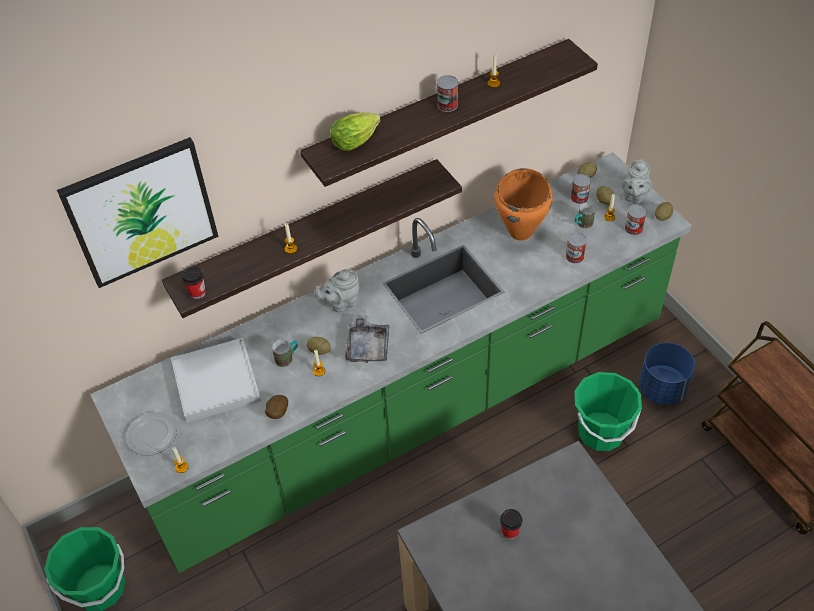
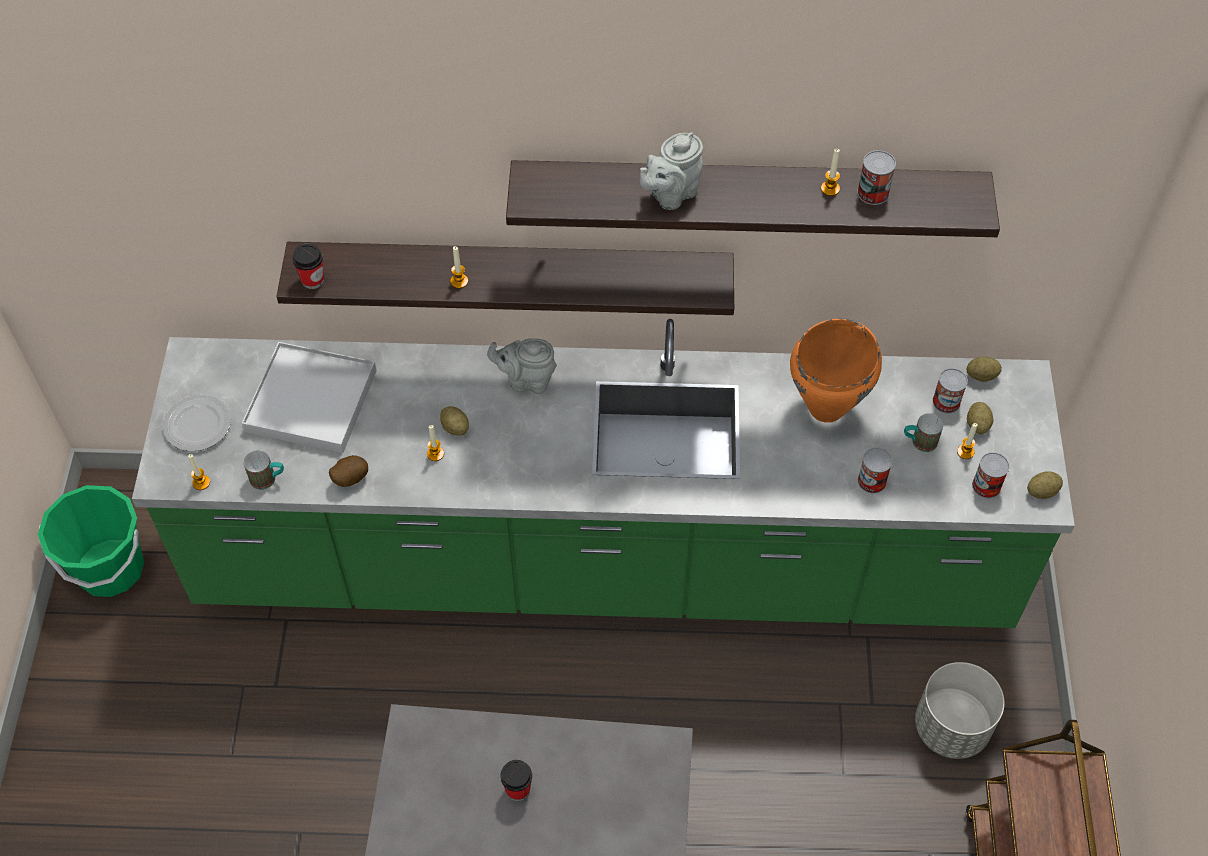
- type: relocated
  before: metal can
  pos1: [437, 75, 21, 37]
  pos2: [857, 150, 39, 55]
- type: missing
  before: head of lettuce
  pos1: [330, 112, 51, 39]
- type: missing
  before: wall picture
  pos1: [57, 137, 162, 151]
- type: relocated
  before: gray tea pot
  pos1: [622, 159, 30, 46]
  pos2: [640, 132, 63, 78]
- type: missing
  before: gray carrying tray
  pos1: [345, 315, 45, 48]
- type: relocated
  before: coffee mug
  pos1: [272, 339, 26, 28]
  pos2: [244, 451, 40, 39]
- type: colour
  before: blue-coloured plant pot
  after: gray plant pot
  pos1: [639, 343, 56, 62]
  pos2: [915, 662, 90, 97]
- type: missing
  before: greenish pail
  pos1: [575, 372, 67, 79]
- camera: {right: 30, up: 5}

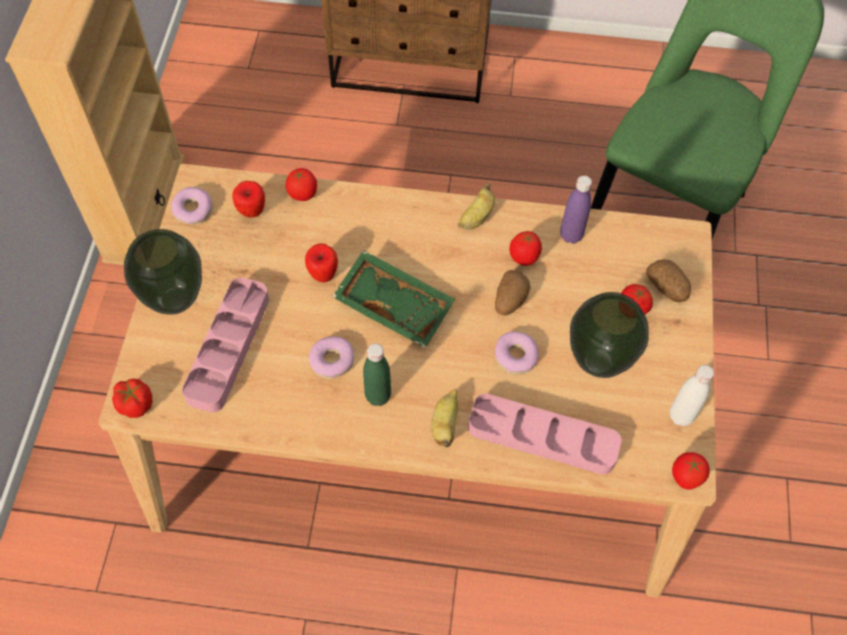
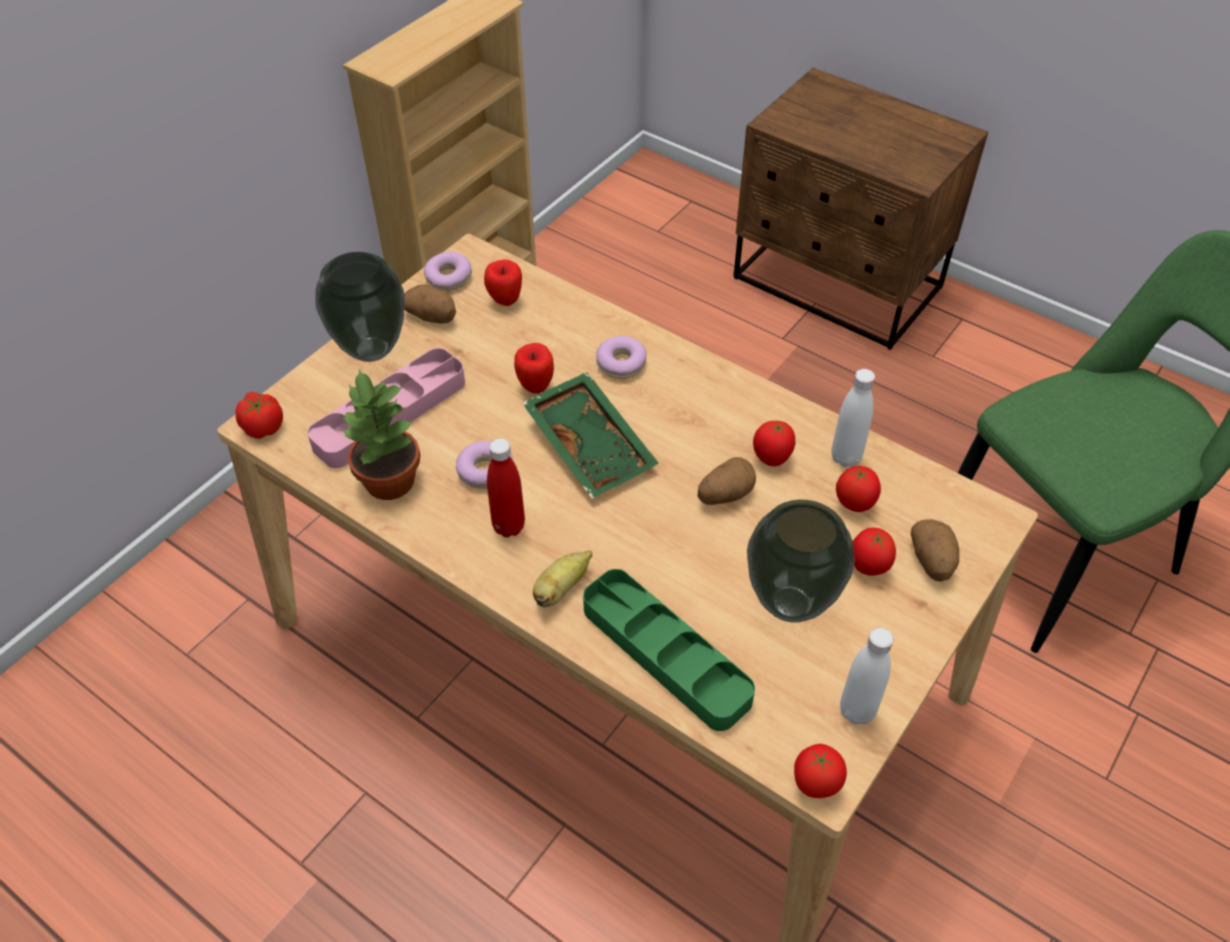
- type: relocated
  before: tomato
  pos1: [286, 168, 31, 33]
  pos2: [836, 466, 45, 46]
- type: colour
  before: purple bottle
  after: white bottle
  pos1: [560, 175, 32, 69]
  pos2: [831, 369, 44, 98]
- type: missing
  before: banana fruit
  pos1: [458, 183, 37, 46]
- type: relocated
  before: donut
  pos1: [495, 332, 43, 42]
  pos2: [596, 336, 50, 43]
- type: colour
  before: greenish bottle
  after: red bottle
  pos1: [363, 343, 28, 63]
  pos2: [487, 438, 38, 99]
- type: colour
  before: pinkish carrying tray
  after: greenish carrying tray
  pos1: [468, 393, 154, 82]
  pos2: [583, 569, 172, 162]
- type: appeared
  after: whole potato
  pos2: [404, 285, 52, 39]
- type: appeared
  after: houseplant
  pos2: [340, 370, 80, 130]
- camera: {right: 30, up: -10}

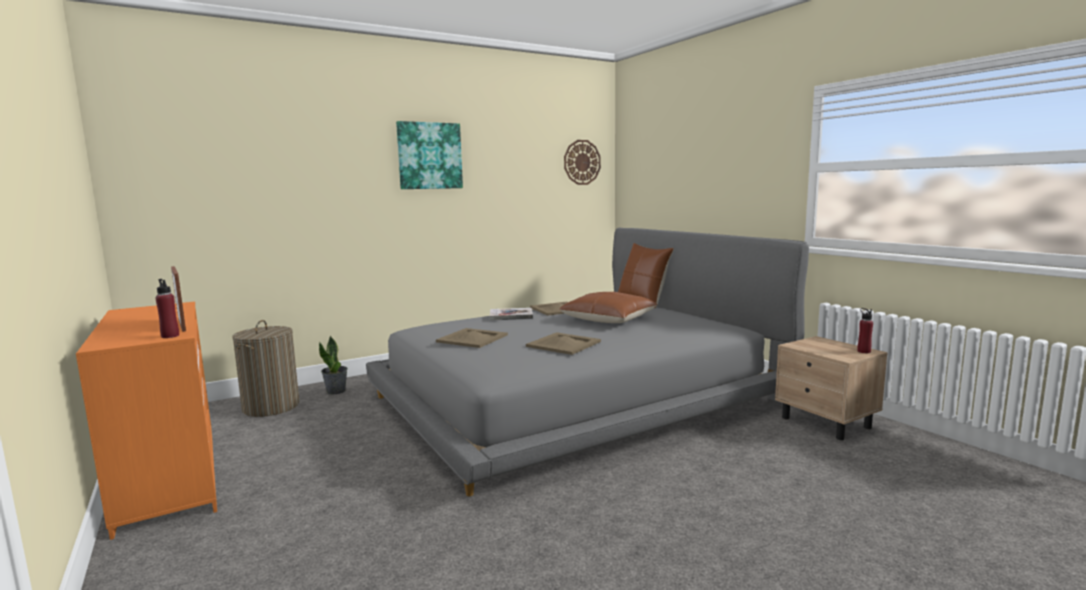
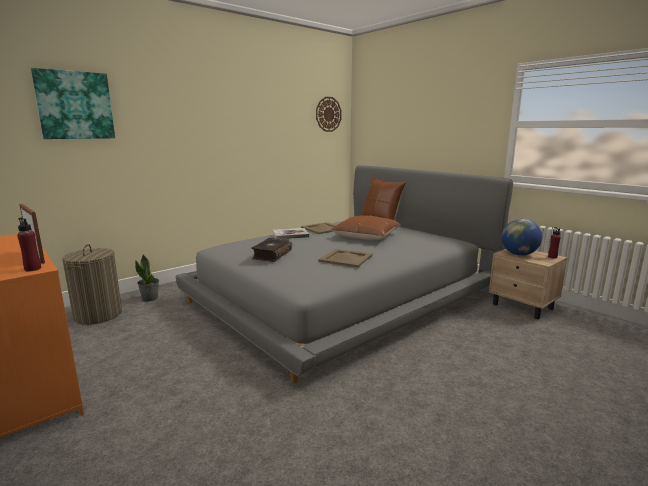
- type: relocated
  before: wall picture
  pos1: [396, 121, 67, 68]
  pos2: [31, 68, 84, 71]
- type: exchanged
  before: sand-coloured carrying tray
  after: bound book
  pos1: [436, 328, 72, 20]
  pos2: [252, 238, 40, 24]
- type: appeared
  after: world globe
  pos2: [502, 219, 40, 36]
- camera: {right: -10, up: 5}

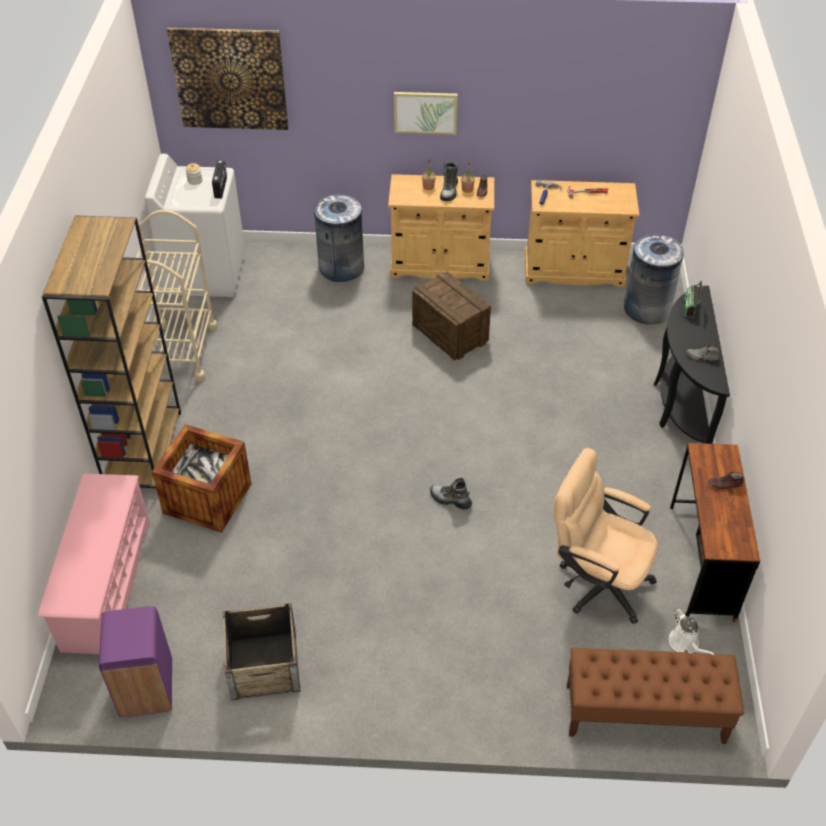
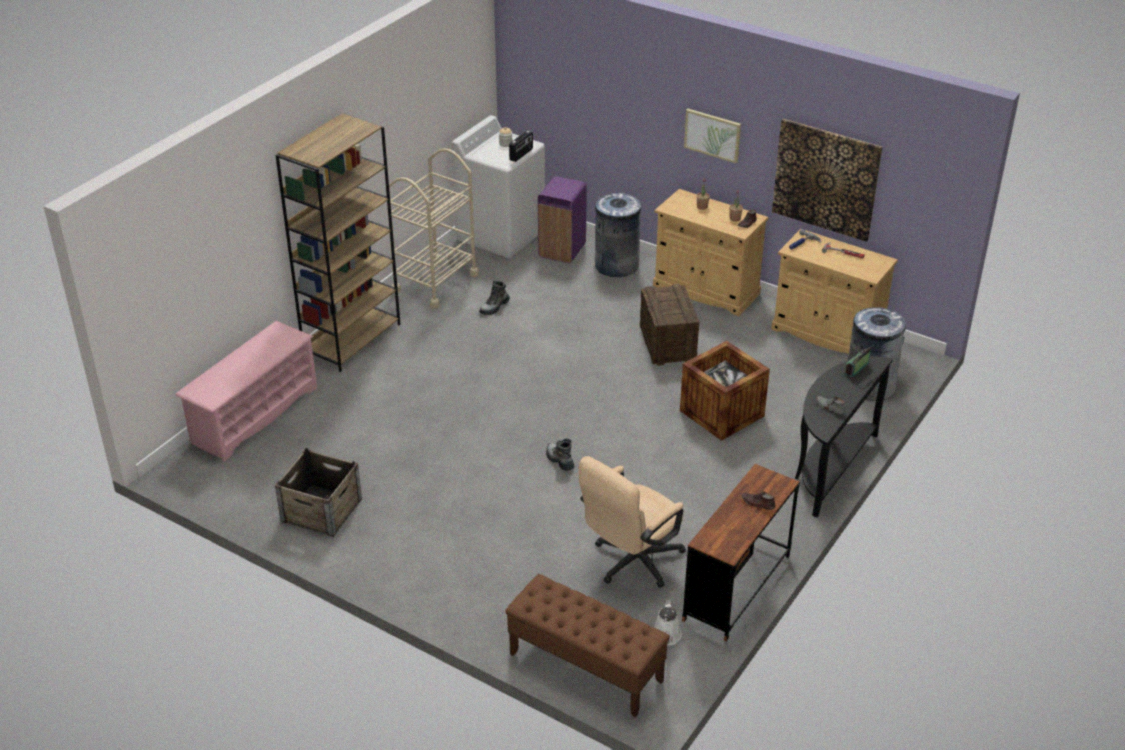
- type: relocated
  before: wall picture
  pos1: [167, 28, 121, 102]
  pos2: [772, 119, 110, 123]
- type: relocated
  before: boot
  pos1: [440, 162, 18, 39]
  pos2: [479, 281, 31, 34]
- type: relocated
  before: packing crate
  pos1: [152, 424, 100, 109]
  pos2: [680, 341, 90, 100]
- type: spun
  before: sand-coloured computer chair
  pos1: [553, 448, 105, 176]
  pos2: [579, 456, 107, 132]
  turn: -105
- type: relocated
  before: purple waste bin
  pos1: [99, 606, 73, 111]
  pos2: [538, 176, 49, 87]
- camera: {right: 30, up: -10}

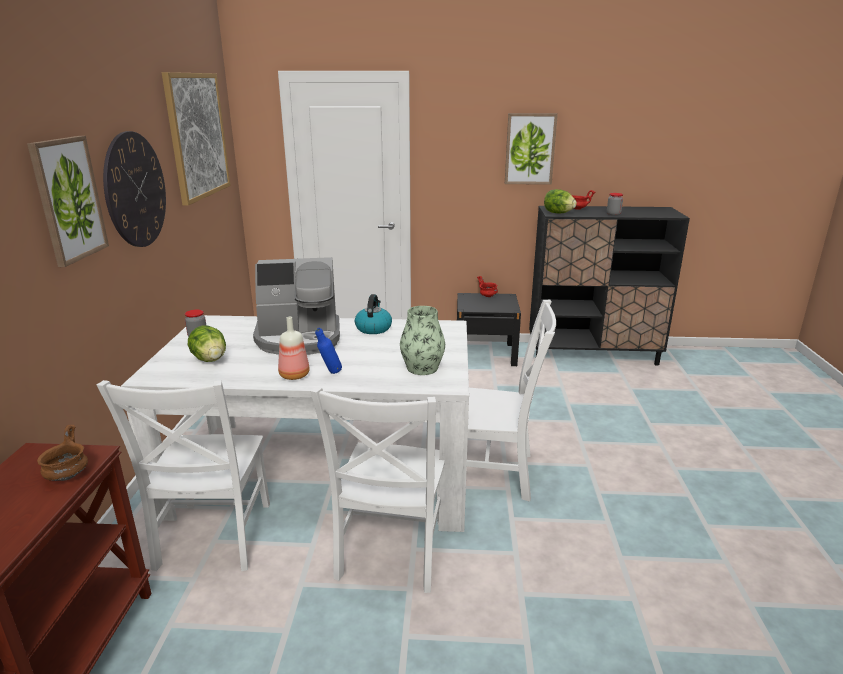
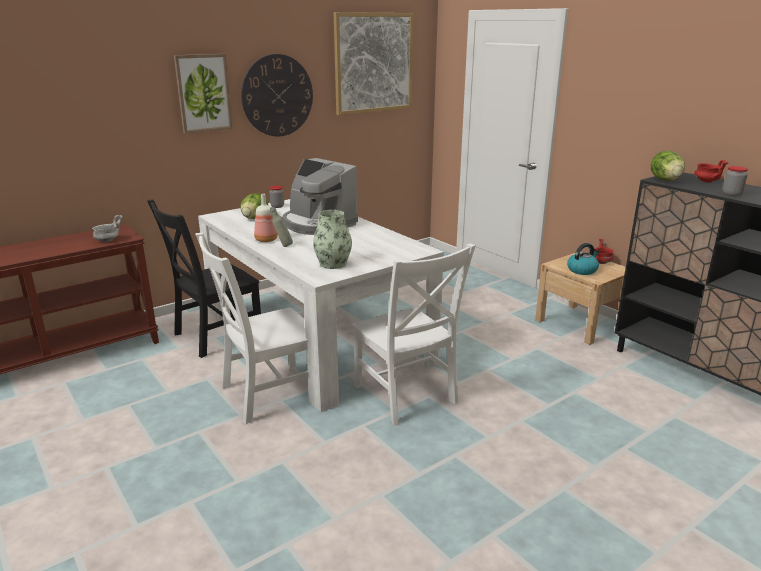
- type: missing
  before: wall picture
  pos1: [505, 113, 53, 72]
- type: colour
  before: blackish nightstand
  after: sand-coloured nightstand
  pos1: [457, 293, 64, 73]
  pos2: [535, 253, 91, 92]
- type: relocated
  before: kettle
  pos1: [355, 294, 37, 40]
  pos2: [567, 243, 32, 32]
- type: colour
  before: blue-coloured bottle
  after: gray bottle
  pos1: [315, 328, 27, 46]
  pos2: [270, 207, 23, 40]
- type: colour
  before: white chair
  after: blackish chair
  pos1: [97, 380, 173, 191]
  pos2: [147, 200, 114, 158]
- type: colour
  before: brown-coloured serving bowl
  after: gray serving bowl
  pos1: [37, 425, 51, 56]
  pos2: [92, 215, 31, 27]
- camera: {right: 50, up: 0}

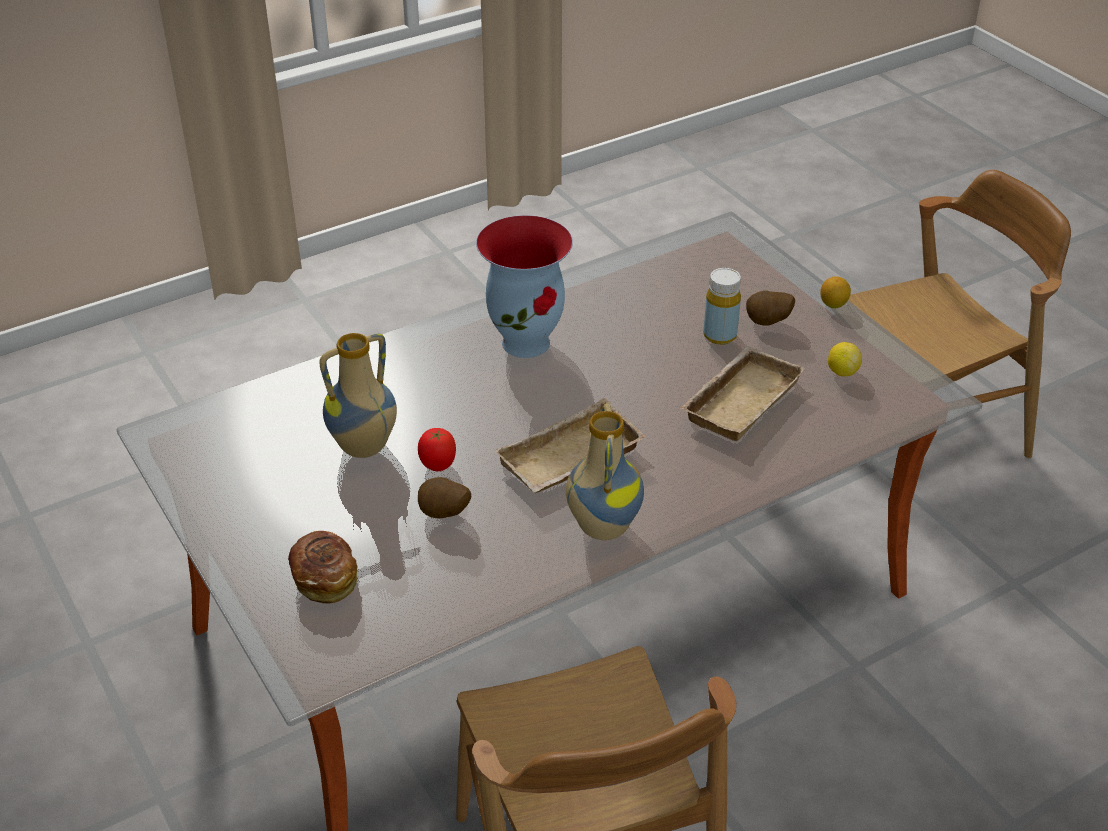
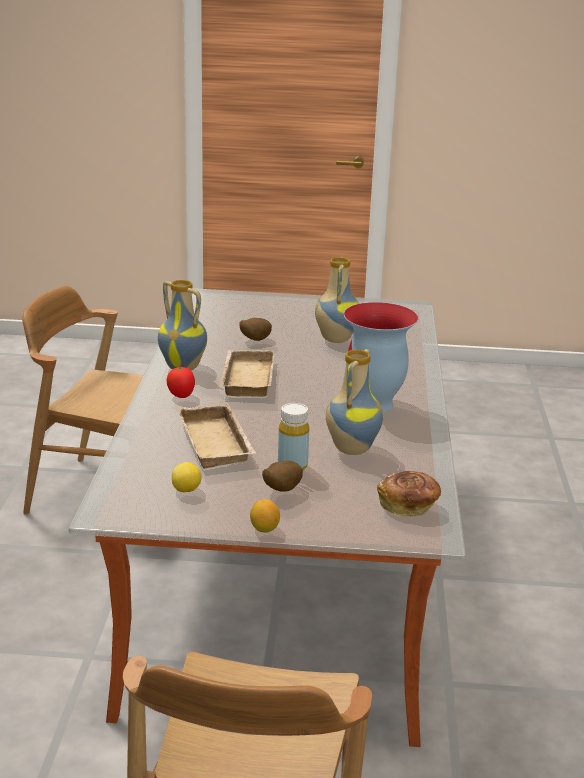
- type: relocated
  before: tomato
  pos1: [418, 428, 38, 43]
  pos2: [167, 367, 28, 31]
- type: relocated
  before: bakery bread
  pos1: [288, 531, 71, 73]
  pos2: [377, 471, 64, 46]
- type: appeared
  after: decorative vase
  pos2: [326, 349, 57, 106]
- camera: {right: 125, up: -15}

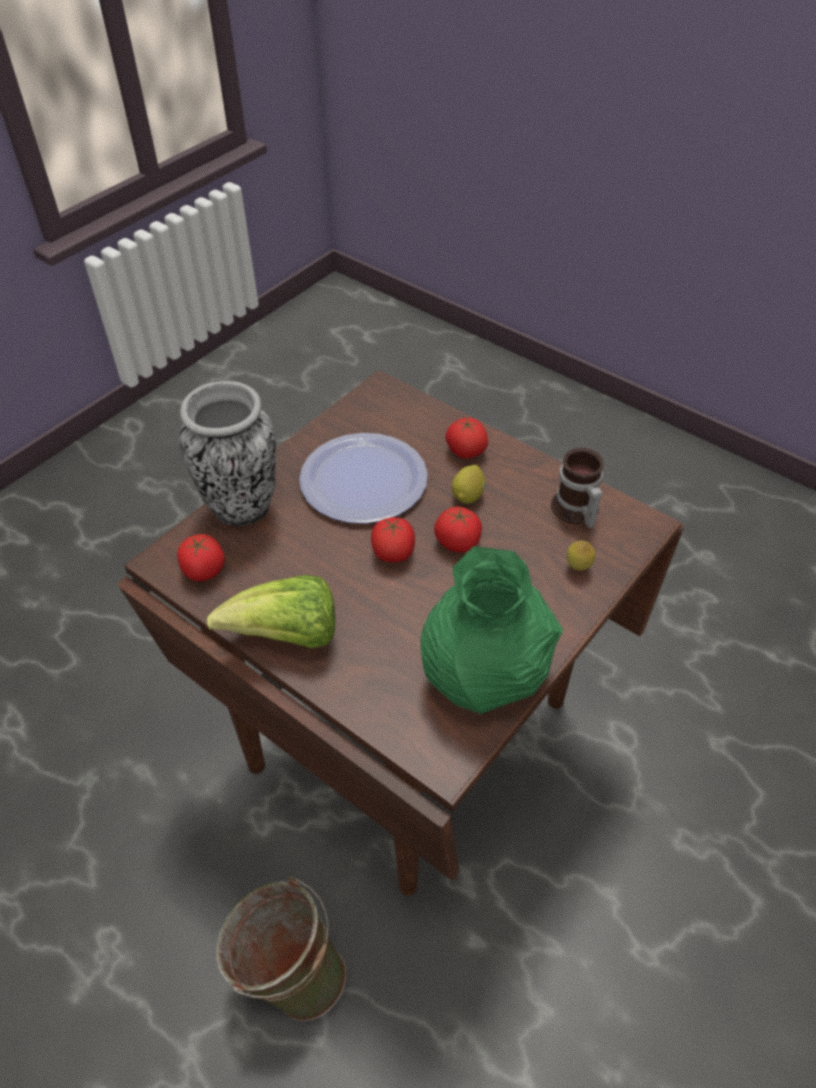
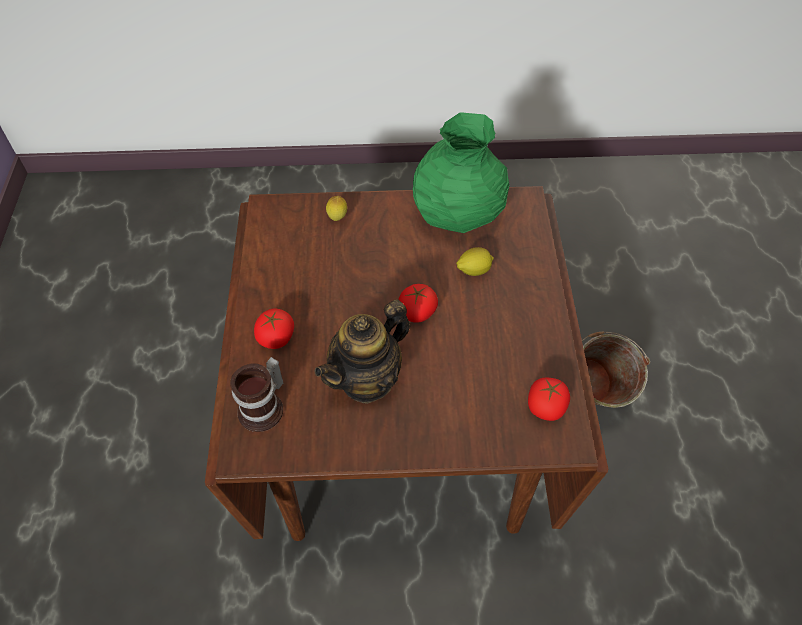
- type: missing
  before: decorative vase
  pos1: [179, 381, 97, 145]
- type: exchanged
  before: dinner plate
  after: tea pot
  pos1: [299, 433, 129, 91]
  pos2: [314, 300, 96, 104]
- type: relocated
  before: coffee mug
  pos1: [551, 448, 53, 80]
  pos2: [230, 357, 53, 75]
- type: relocated
  before: citrus fruit
  pos1: [452, 465, 34, 39]
  pos2: [456, 247, 38, 29]
- type: missing
  before: tomato
  pos1: [434, 507, 48, 45]
- type: missing
  before: head of lettuce
  pos1: [206, 575, 129, 73]
- camera: {right: -130, up: 5}

